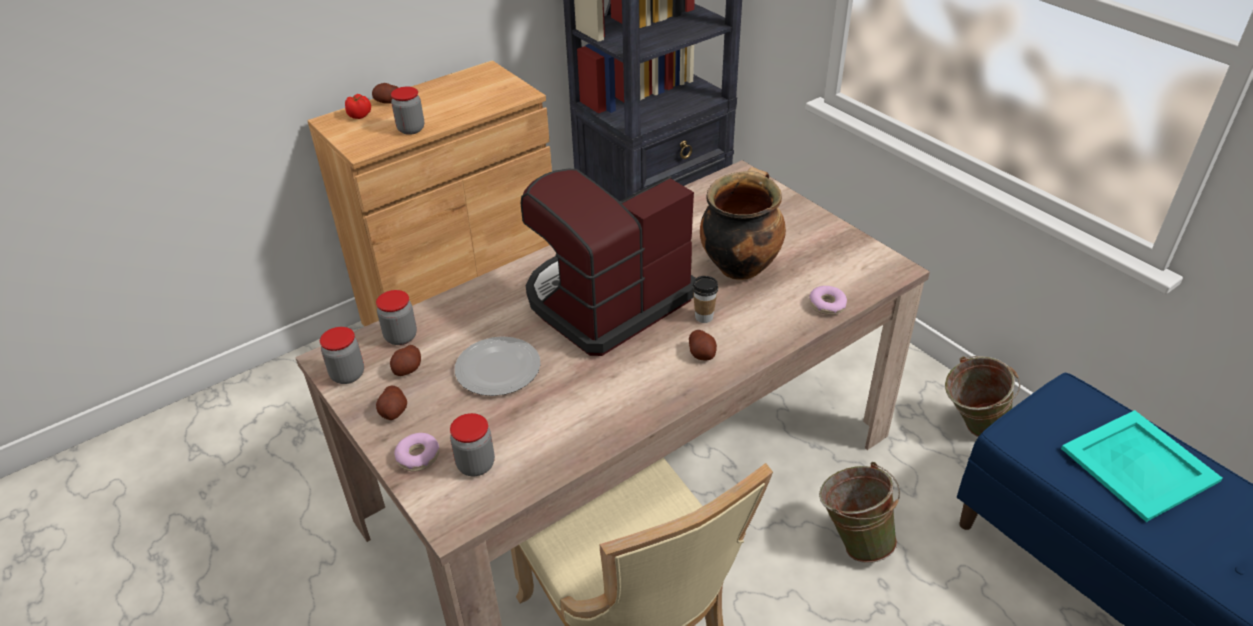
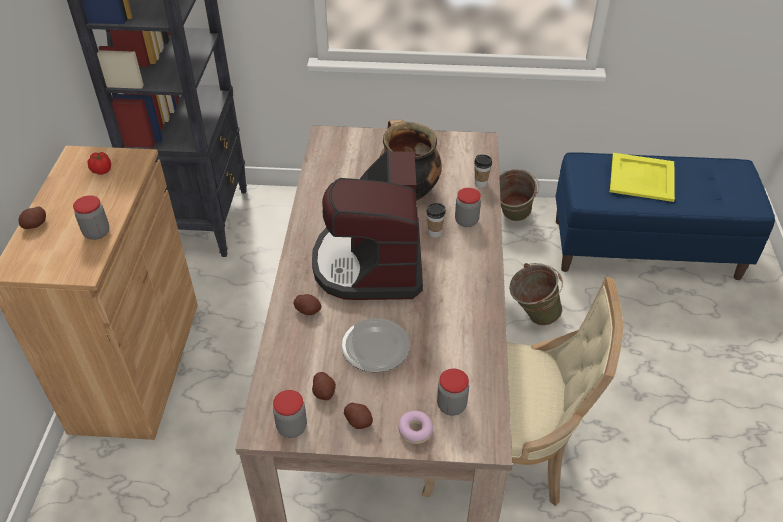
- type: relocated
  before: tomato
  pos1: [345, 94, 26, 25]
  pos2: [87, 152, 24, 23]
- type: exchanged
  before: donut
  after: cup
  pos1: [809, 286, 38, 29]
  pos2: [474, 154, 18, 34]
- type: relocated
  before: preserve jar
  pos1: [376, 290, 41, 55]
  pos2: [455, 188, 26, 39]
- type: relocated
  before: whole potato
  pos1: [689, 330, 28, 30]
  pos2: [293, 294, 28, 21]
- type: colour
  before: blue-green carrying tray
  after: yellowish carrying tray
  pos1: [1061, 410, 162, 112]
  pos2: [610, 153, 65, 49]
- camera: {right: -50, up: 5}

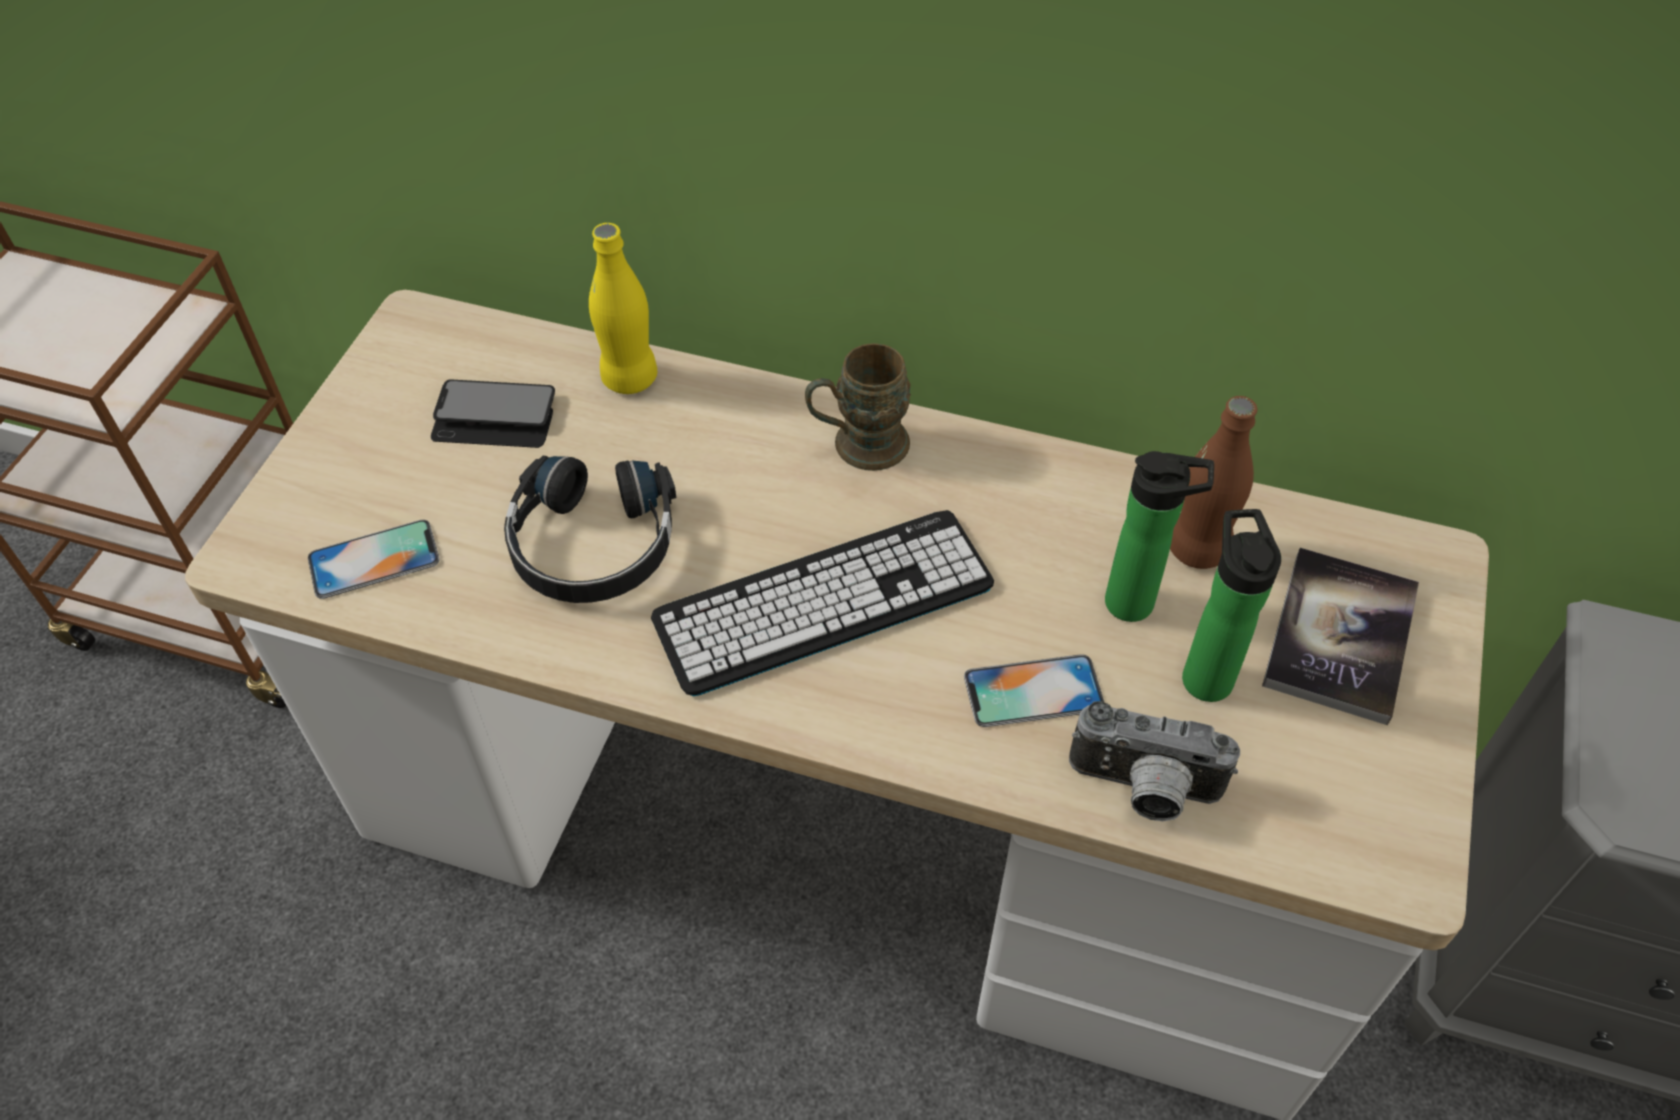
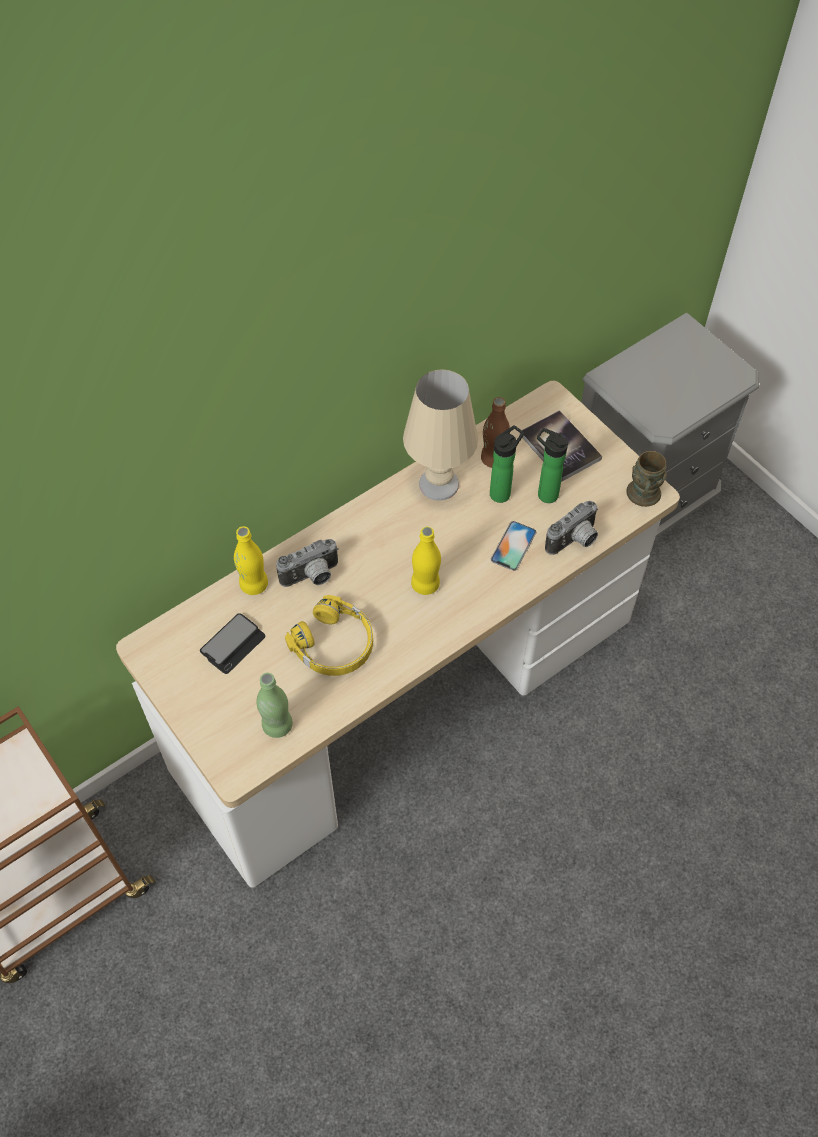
- type: relocated
  before: brown-coloured coffee mug
  pos1: [805, 343, 106, 128]
  pos2: [626, 451, 41, 56]
- type: colour
  before: blackish headphones
  after: yellowish headphones
  pos1: [504, 456, 173, 147]
  pos2: [285, 595, 88, 81]
- type: exchanged
  before: PC keyboard
  after: yellowish bottle
  pos1: [651, 510, 343, 186]
  pos2: [411, 527, 30, 68]
- type: exchanged
  before: handset
  after: greenish bottle
  pos1: [308, 520, 132, 79]
  pos2: [256, 673, 37, 65]
- type: appeared
  after: sand-coloured table lamp
  pos2: [403, 369, 75, 131]
- type: appeared
  after: still camera
  pos2: [276, 539, 63, 48]
- camera: {right: -55, up: 5}

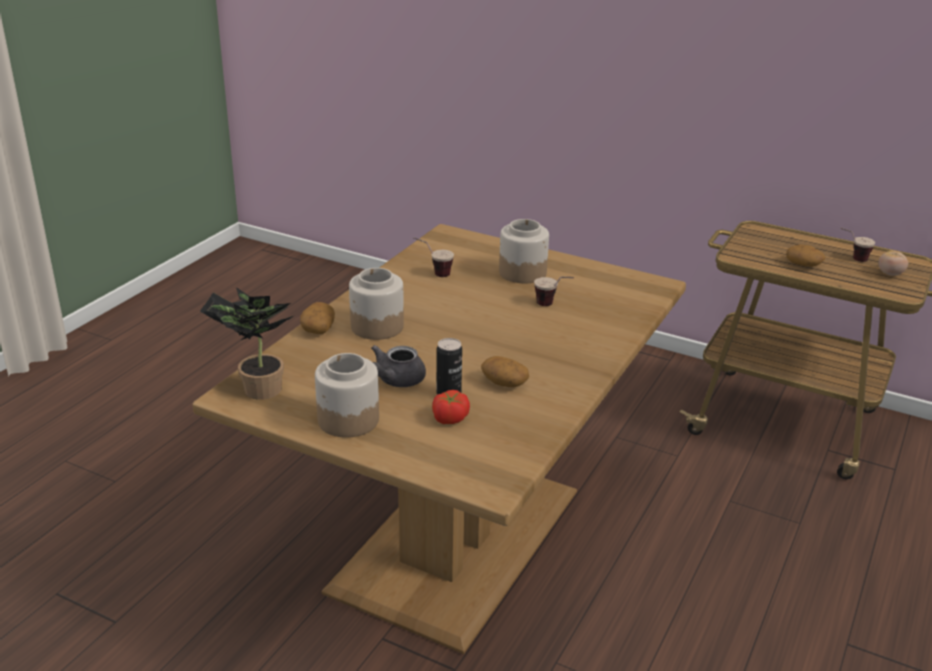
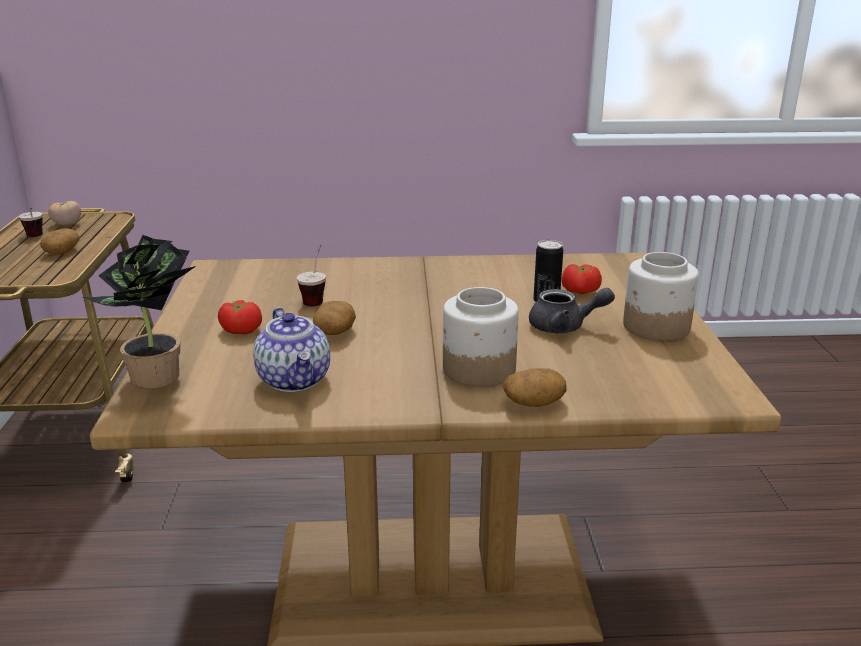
- type: exchanged
  before: preserve jar
  after: tomato
  pos1: [499, 219, 50, 65]
  pos2: [218, 300, 44, 34]
- type: exchanged
  before: cup
  after: tea pot
  pos1: [413, 237, 41, 40]
  pos2: [253, 307, 77, 85]
- type: relocated
  before: houseplant
  pos1: [200, 287, 95, 113]
  pos2: [82, 235, 114, 153]
- type: relocated
  before: whole potato
  pos1: [481, 356, 48, 31]
  pos2: [313, 301, 43, 34]
- camera: {right: -120, up: -5}

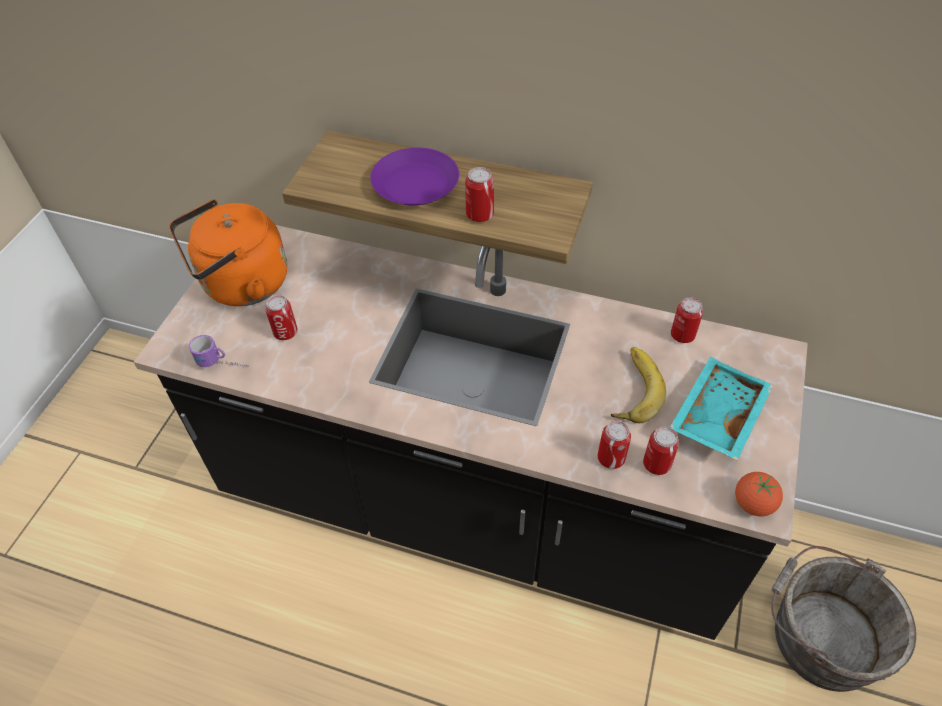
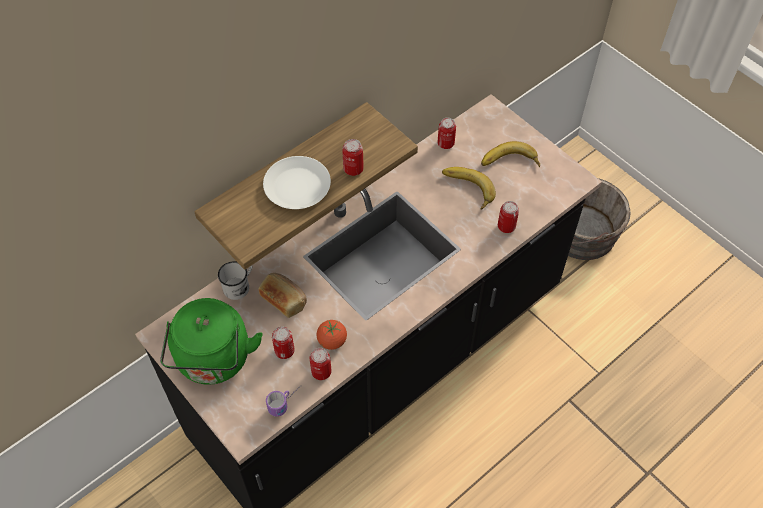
- type: colour
  before: purple dinner plate
  after: white dinner plate
  pos1: [370, 148, 89, 58]
  pos2: [263, 156, 68, 53]
- type: colour
  before: orange kettle
  after: greenish kettle
  pos1: [169, 199, 118, 107]
  pos2: [160, 298, 103, 87]
- type: exchanged
  before: blue-green carrying tray
  after: banana fruit
  pos1: [669, 357, 104, 104]
  pos2: [481, 141, 59, 26]
- type: relocated
  before: metal can
  pos1: [643, 427, 36, 48]
  pos2: [310, 348, 22, 32]
- type: relocated
  before: tomato
  pos1: [735, 472, 48, 44]
  pos2: [317, 320, 30, 30]
- type: appeared
  after: white coffee mug
  pos2: [218, 261, 34, 39]
- type: appeared
  after: bakery bread
  pos2: [259, 273, 48, 45]
- camera: {right: -60, up: 5}

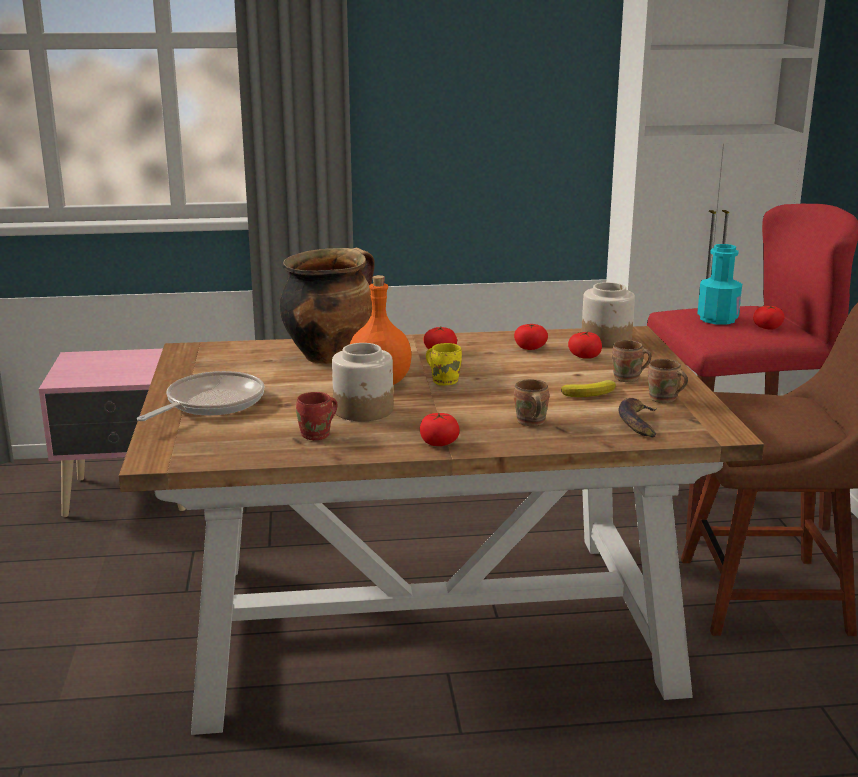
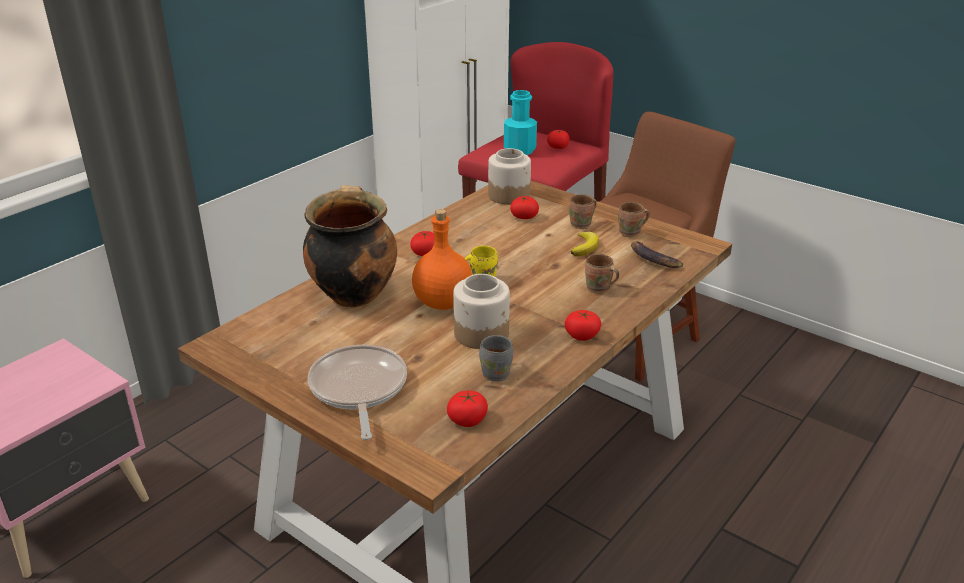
- type: relocated
  before: tomato
  pos1: [514, 324, 34, 26]
  pos2: [447, 391, 41, 36]
- type: colour
  before: red coffee mug
  after: gray coffee mug
  pos1: [296, 392, 41, 48]
  pos2: [479, 335, 34, 46]
- camera: {right: -45, up: 10}

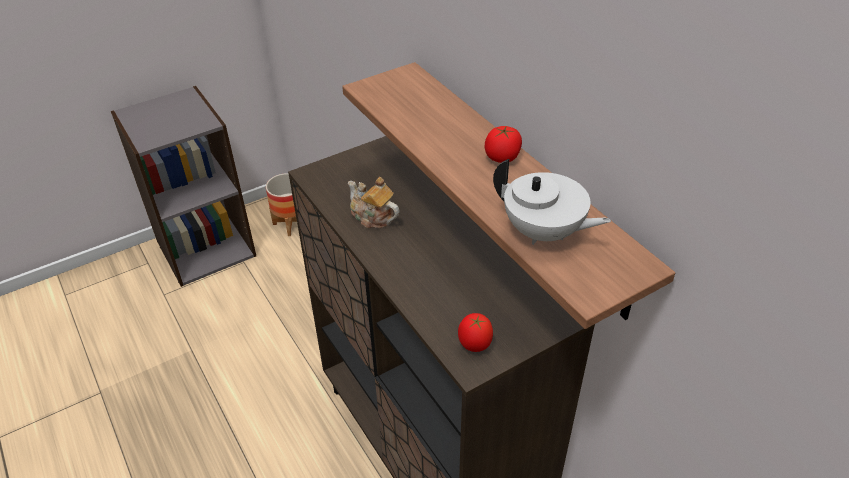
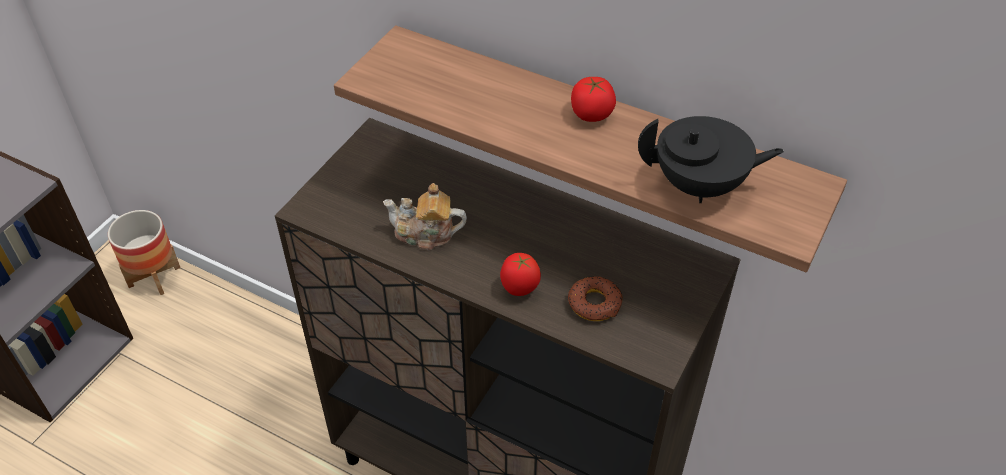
- type: colour
  before: white tea pot
  after: blackish tea pot
  pos1: [493, 159, 118, 86]
  pos2: [638, 116, 146, 87]
- type: relocated
  before: tomato
  pos1: [458, 313, 35, 39]
  pos2: [500, 253, 41, 43]
- type: appeared
  after: donut
  pos2: [568, 276, 54, 45]
- camera: {right: -30, up: 5}

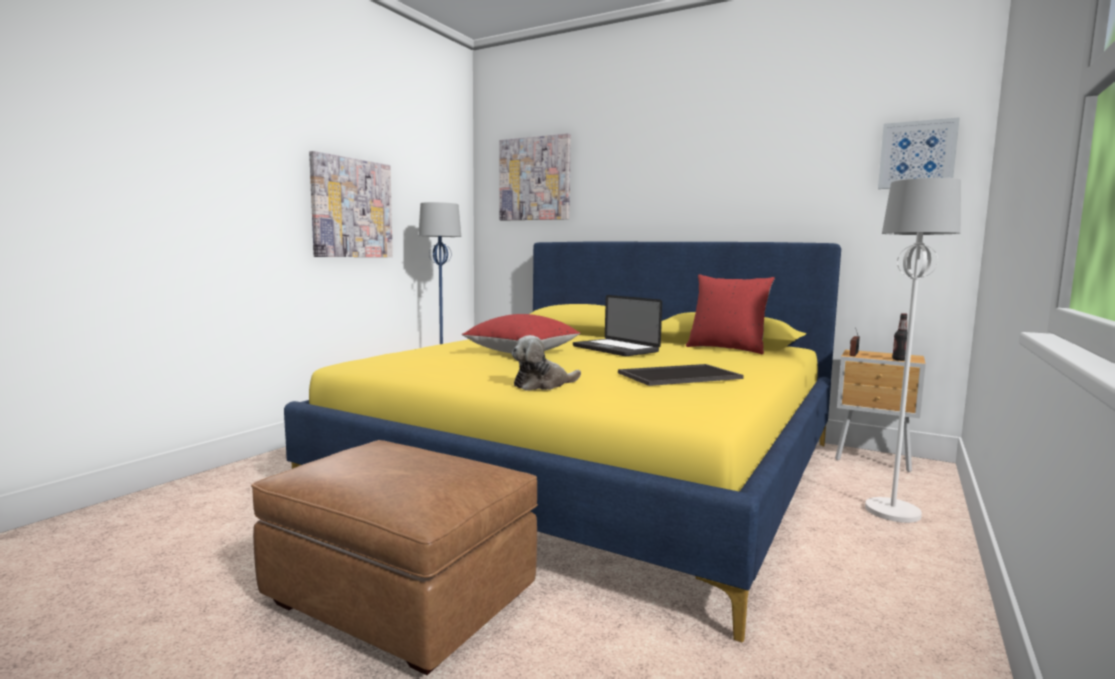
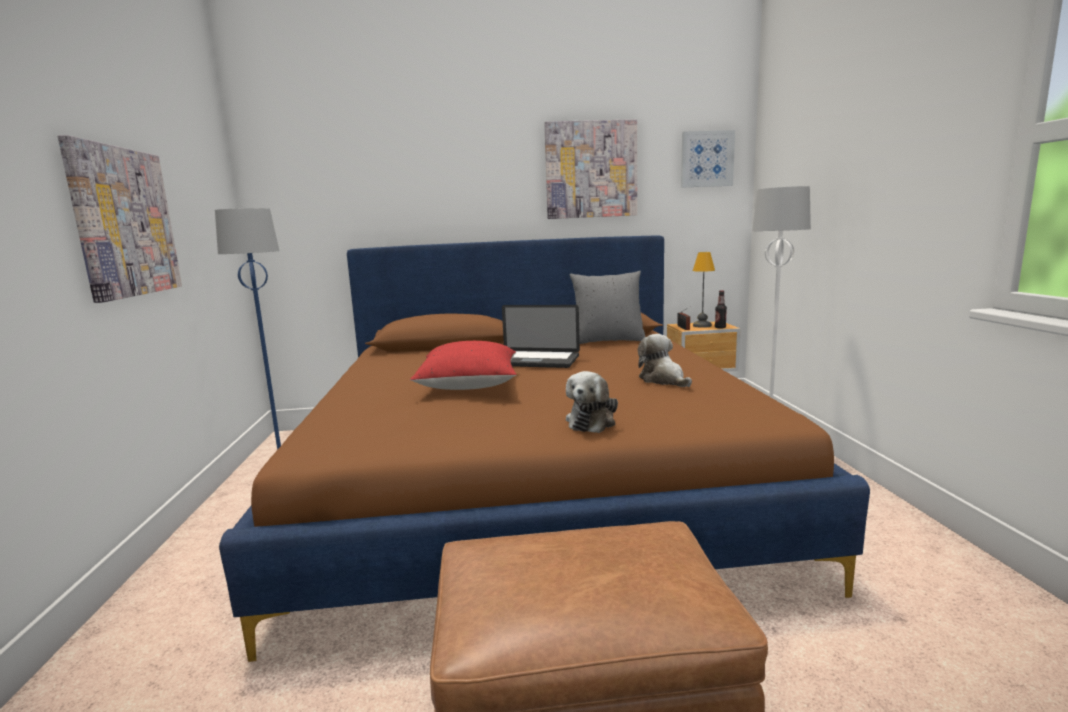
- type: relocated
  before: wall picture
  pos1: [500, 133, 71, 88]
  pos2: [544, 119, 93, 100]
- type: colour
  before: yellowish bedroom bed
  after: brown-coloured bedroom bed
  pos1: [284, 242, 557, 400]
  pos2: [219, 236, 651, 426]
- type: colour
  before: red throw pillow
  after: gray throw pillow
  pos1: [686, 274, 89, 80]
  pos2: [570, 271, 75, 73]
- type: exchanged
  before: carrying tray
  after: soft toy
  pos1: [618, 364, 126, 22]
  pos2: [638, 334, 54, 53]
- type: appeared
  after: table lamp
  pos2: [693, 252, 22, 76]
- camera: {right: -35, up: 5}

